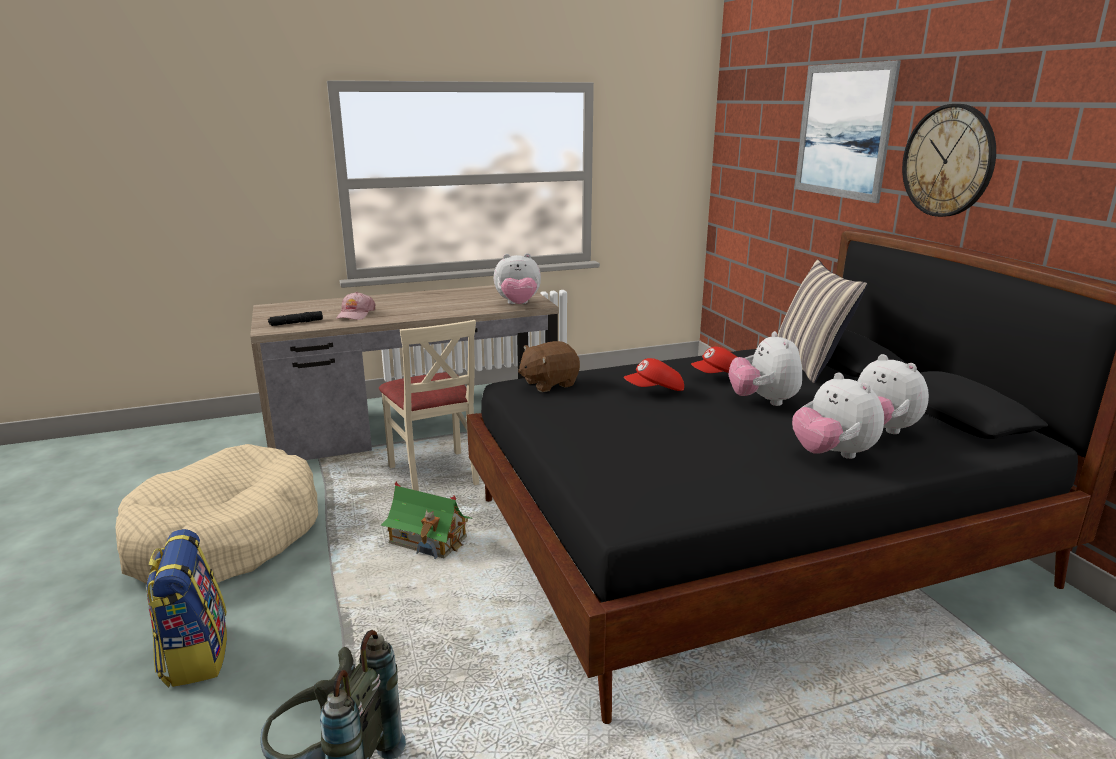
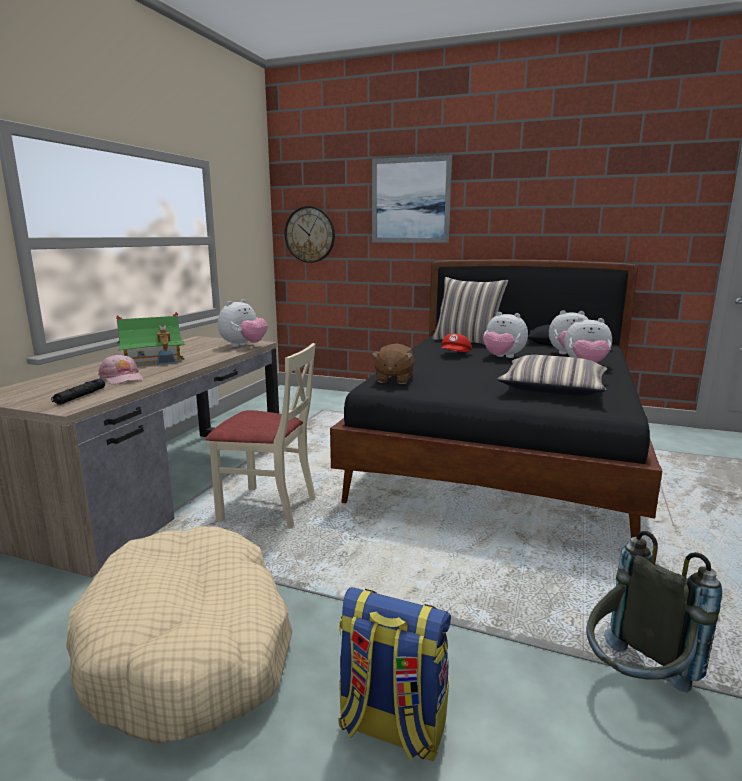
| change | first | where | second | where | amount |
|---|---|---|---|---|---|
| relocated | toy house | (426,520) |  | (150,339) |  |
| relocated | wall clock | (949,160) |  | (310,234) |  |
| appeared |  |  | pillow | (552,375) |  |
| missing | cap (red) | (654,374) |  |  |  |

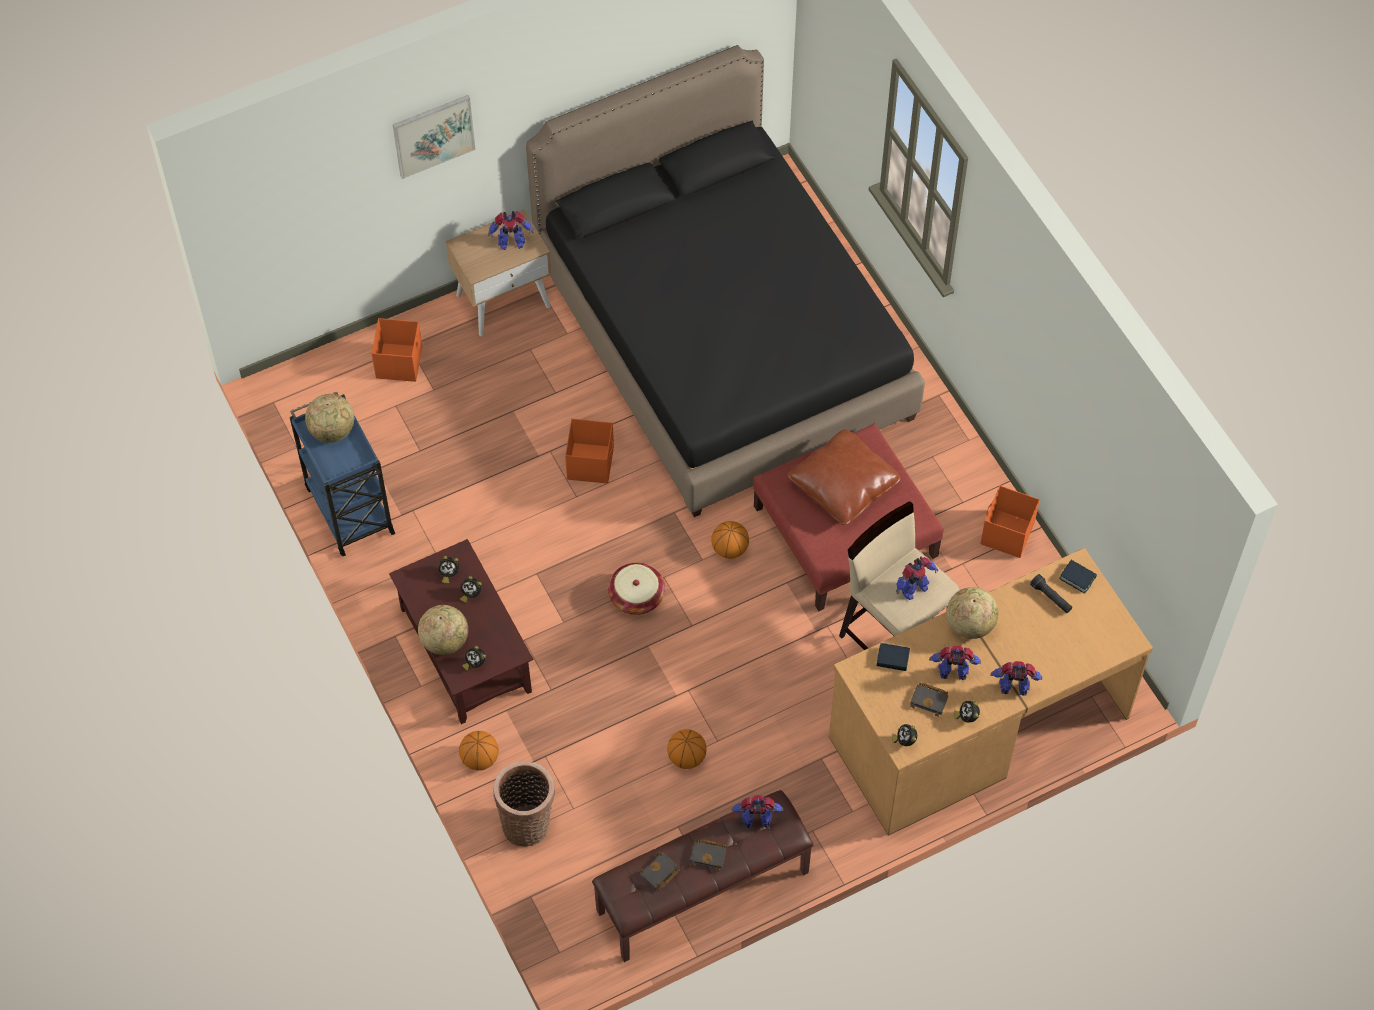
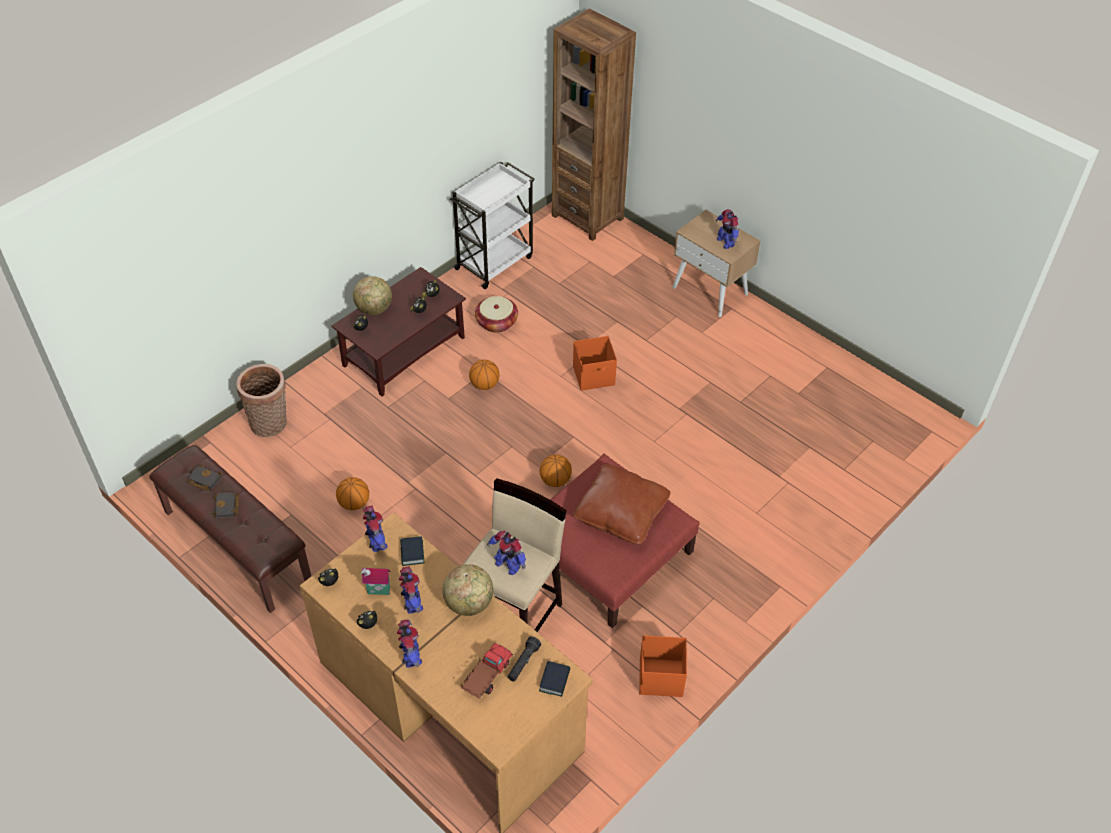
| change | first | where | second | where | amount |
|---|---|---|---|---|---|
| exchanged | book (black) | (929,699) | toy house | (375,581) |  |
| relocated | toy robot | (757,811) |  | (375,528) |  |
| colour | cart (blue) | (343,474) | cart (white) | (492,225) |  |
| appeared |  |  | toy truck | (487,671) |  |
| relocated | basketball | (479,751) |  | (484,375) |  |
| relocated | basket | (636,589) |  | (496,314) |  |
| appeared |  |  | bookcase (brown) | (594,125) |  |
| missing | globe | (329,418) |  |  |  |
| missing | storage box (orange) | (396,350) |  |  |  |
| missing | picture | (434,137) |  |  |  |
| missing | bed (black) | (725,281) |  |  |  |

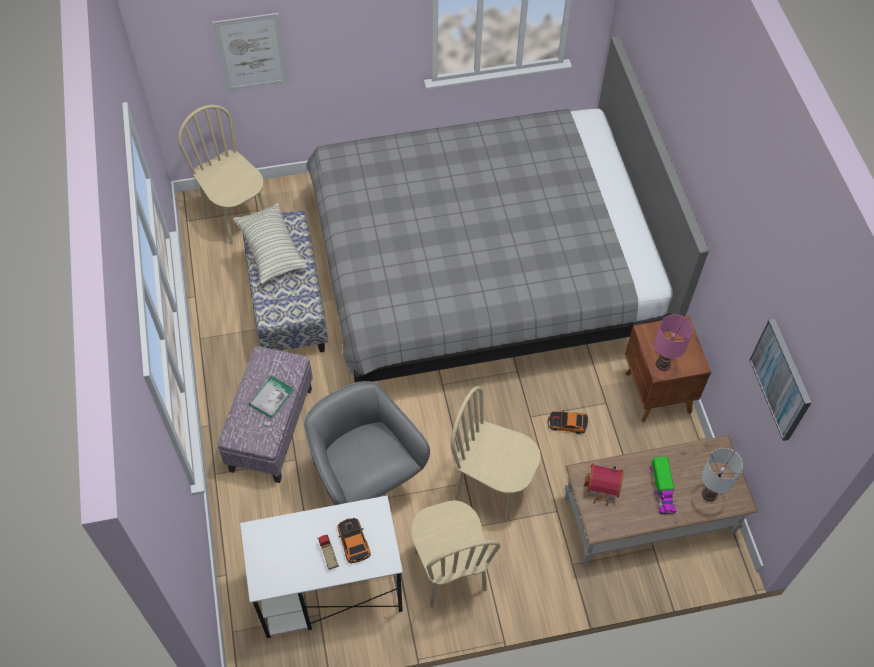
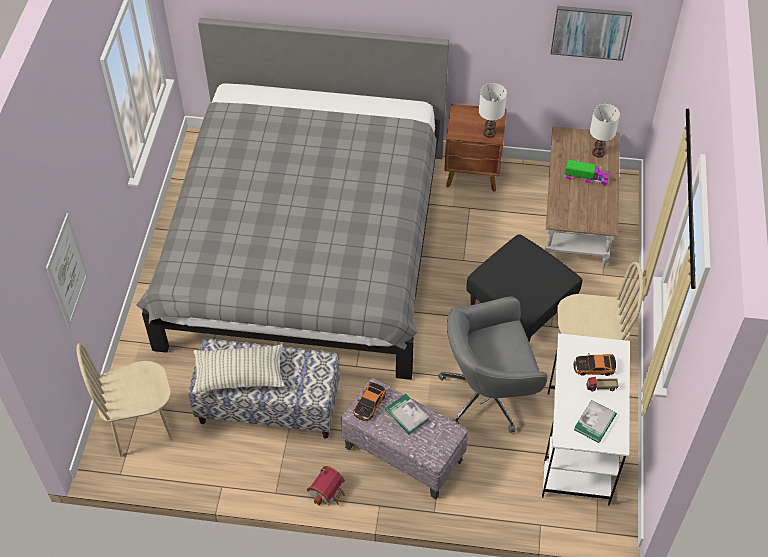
| change | first | where | second | where | amount |
|---|---|---|---|---|---|
| relocated | toy house | (603,485) |  | (326,486) |  |
| relocated | toy car | (568,422) |  | (370,401) |  |
| exchanged | chair (beige) | (496,453) | ottoman (black) | (524,288) |  |
| colour | table lamp (pink) | (673,342) | table lamp (white) | (493,110) |  |
| appeared |  |  | book | (595,421) |  |

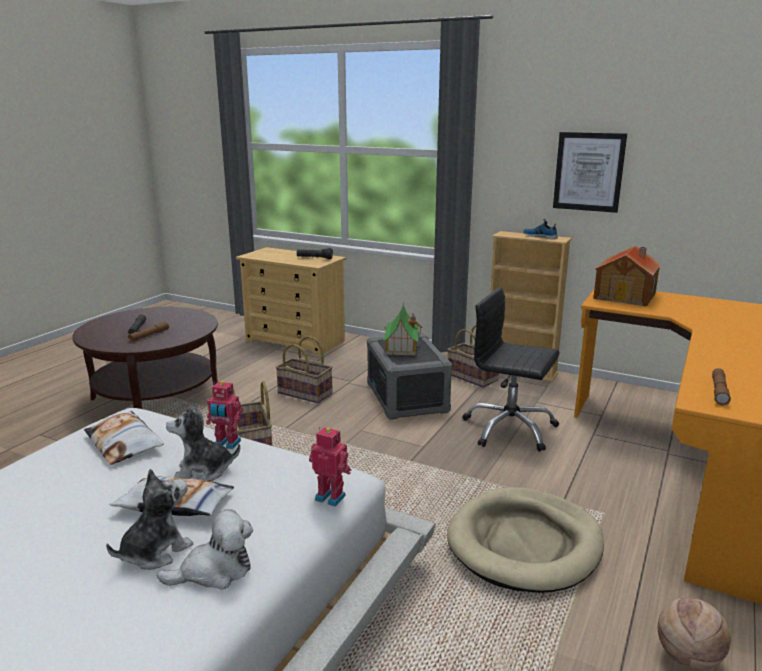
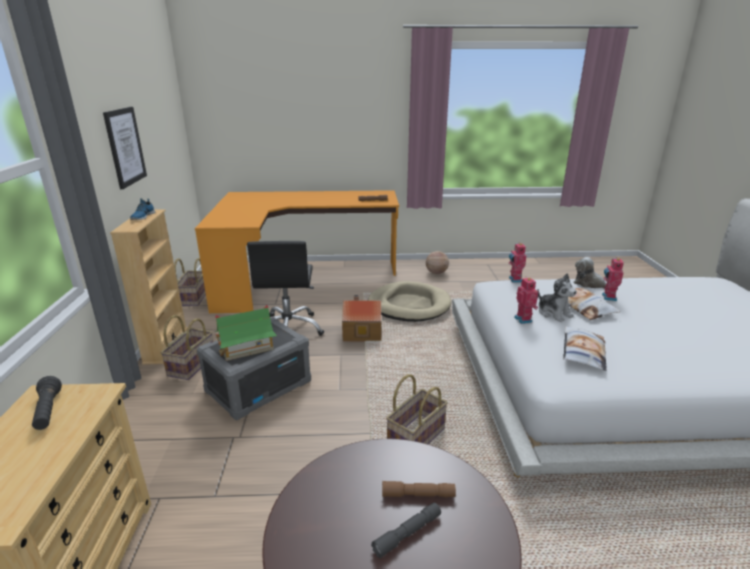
| change | first | where | second | where | amount |
|---|---|---|---|---|---|
| relocated | basket | (304,369) |  | (190,282) |  |
| relocated | toy house | (627,276) |  | (361,318) |  |
| exchanged | plush toy | (149,519) | toy robot | (613,279) |  |

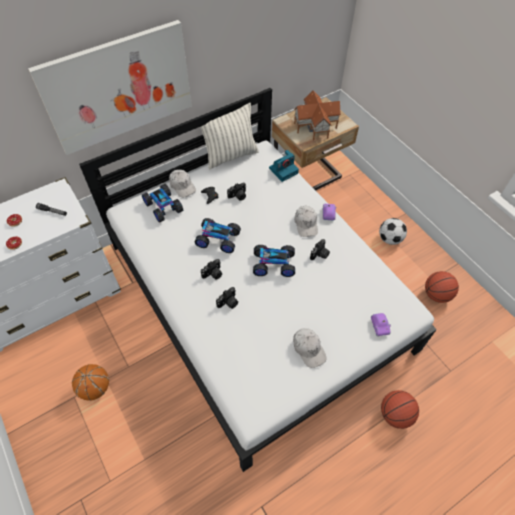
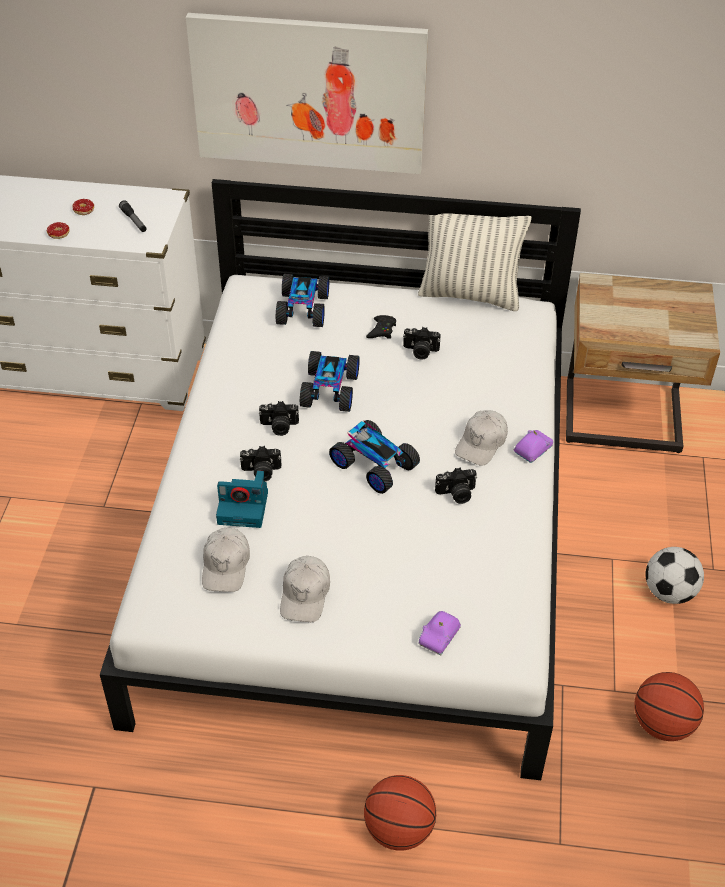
| change | first | where | second | where | amount |
|---|---|---|---|---|---|
| relocated | cap (white) | (182,183) |  | (226,560) |  |
| relocated | photo camera | (284,166) |  | (242,499) |  |
| spun | toy car | (218,235) |  | (330,381) | 135 degrees counterclockwise |
| missing | basketball | (90,382) |  |  |  |
| missing | toy house | (317,115) |  |  |  |

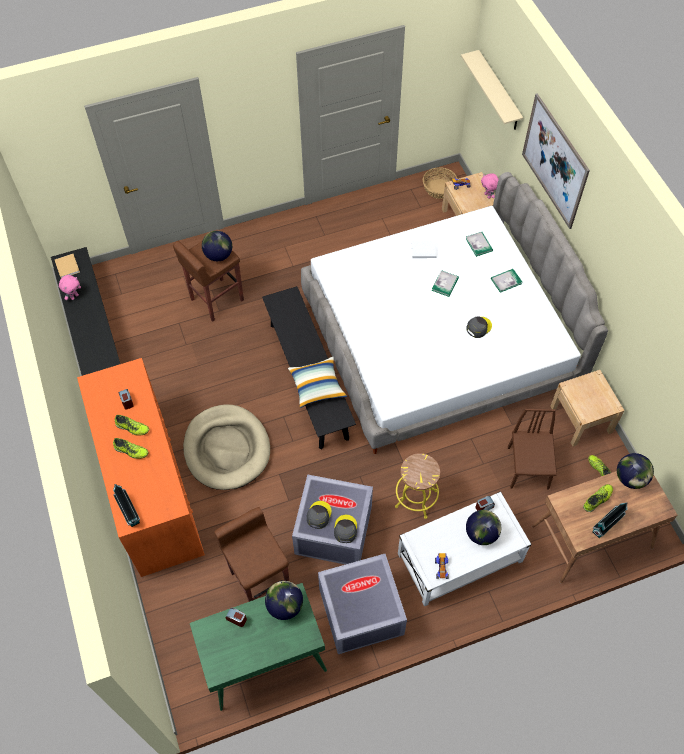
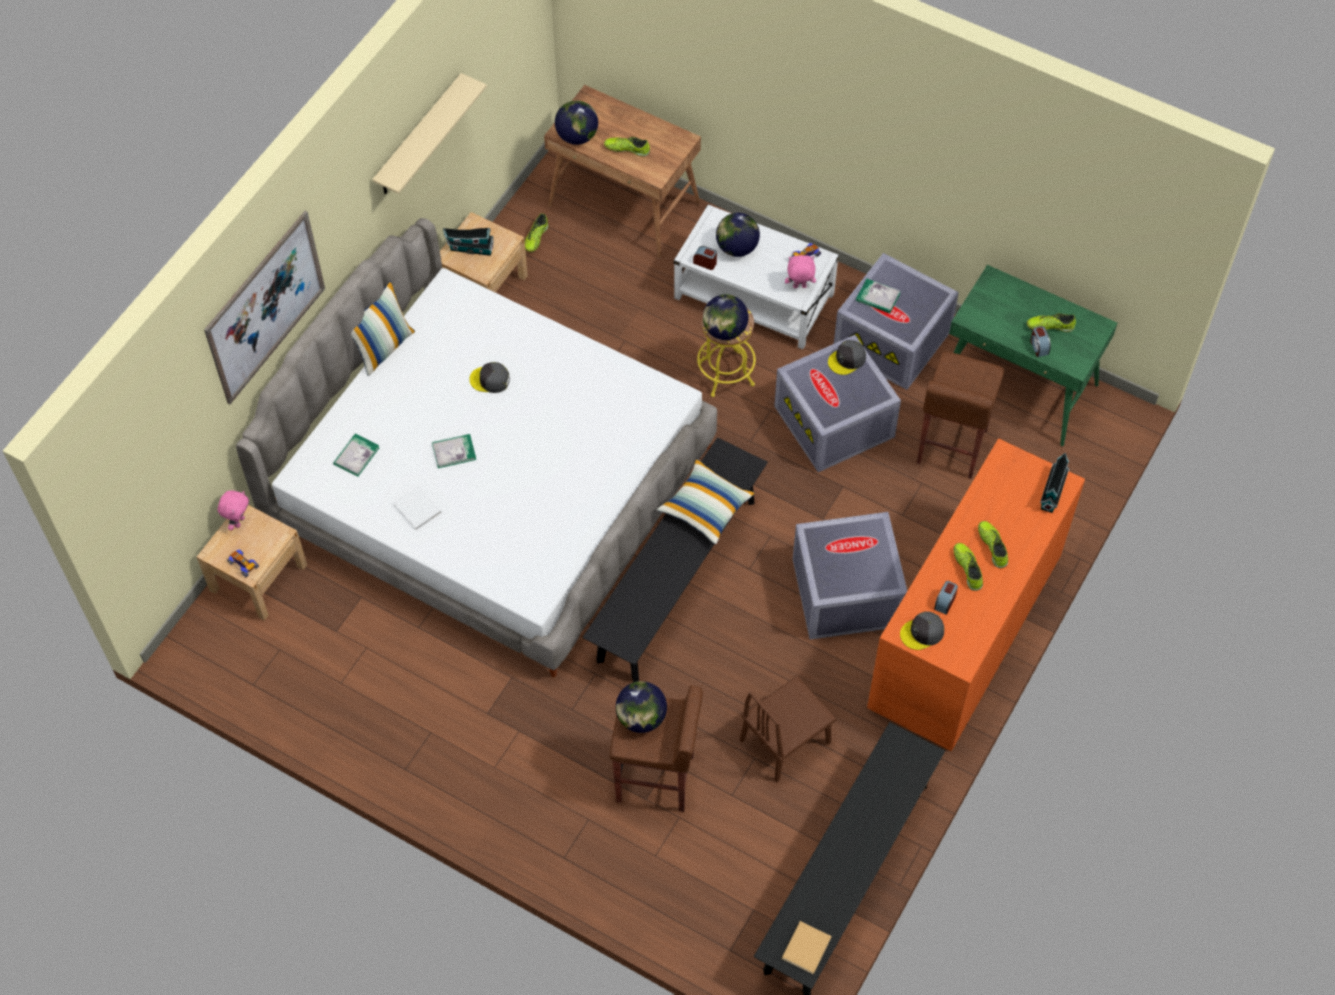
| change | first | where | second | where | amount |
|---|---|---|---|---|---|
| appeared |  |  | pillow | (383,328) |  |
| relocated | shelf (beige) | (492,90) |  | (429,133) |  |
| relocated | toy house | (610,520) |  | (468,242) |  |
| relocated | globe | (284,600) |  | (725,317) |  |
| relocated | chair (brown) | (532,449) |  | (788,729) |  |
| relocated | plush toy (pink) | (70,287) |  | (800,271) |  |
| exchanged | dog bed (beige) | (226,447) | storage box (grey) | (850,576) |  |
| relocated | book | (506,281) |  | (878,296) |  |
| relocated | cap (grey) | (319,515) |  | (922,631) |  |
| appeared |  |  | shoe | (1051,322) |  |
| missing | basket | (440,183) |  |  |  |

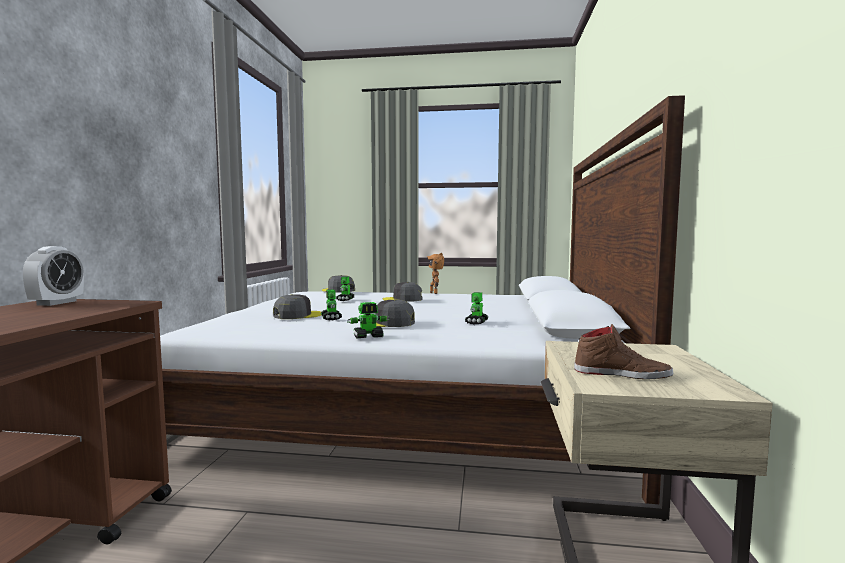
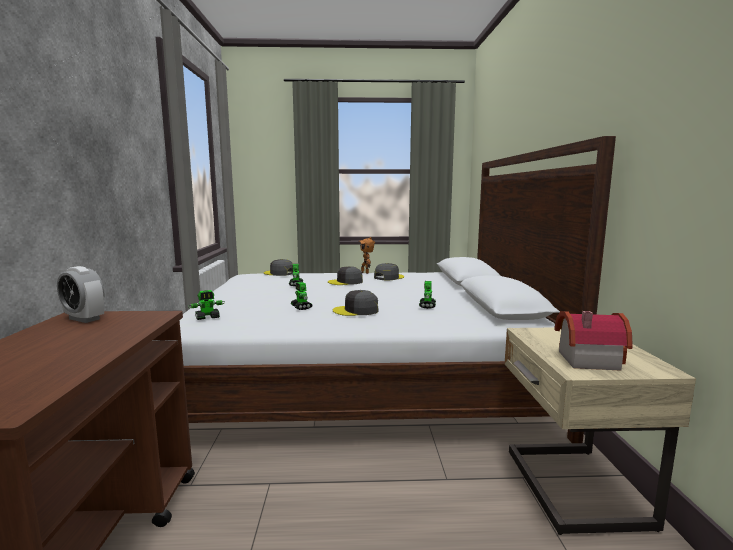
| change | first | where | second | where | amount |
|---|---|---|---|---|---|
| spun | alarm clock | (53,276) |  | (80,294) | 120 degrees clockwise |
| relocated | toy robot | (368,320) |  | (207,305) |  |
| relocated | cap (grey) | (297,306) |  | (389,271) |  |
| exchanged | shoe (brown) | (623,351) | toy house | (593,341) |  |

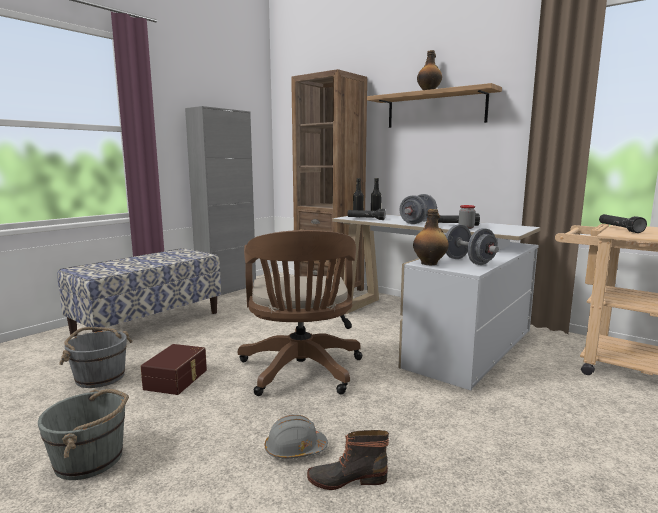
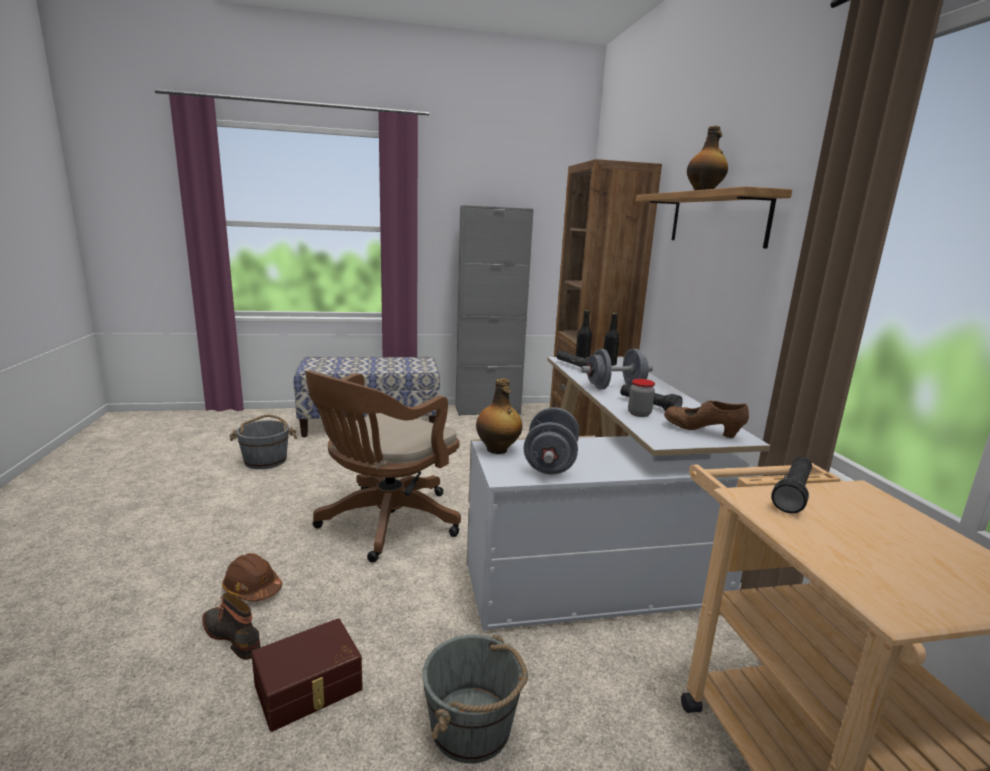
| change | first | where | second | where | amount |
|---|---|---|---|---|---|
| colour | hard hat (grey) | (296,437) | hard hat (brown) | (252,577) |  |
| relocated | storage box (brown) | (174,369) |  | (307,675) |  |
| relocated | bucket (grey) | (83,434) |  | (475,699) |  |
| appeared |  |  | shoe (brown) | (706,419) |  |

